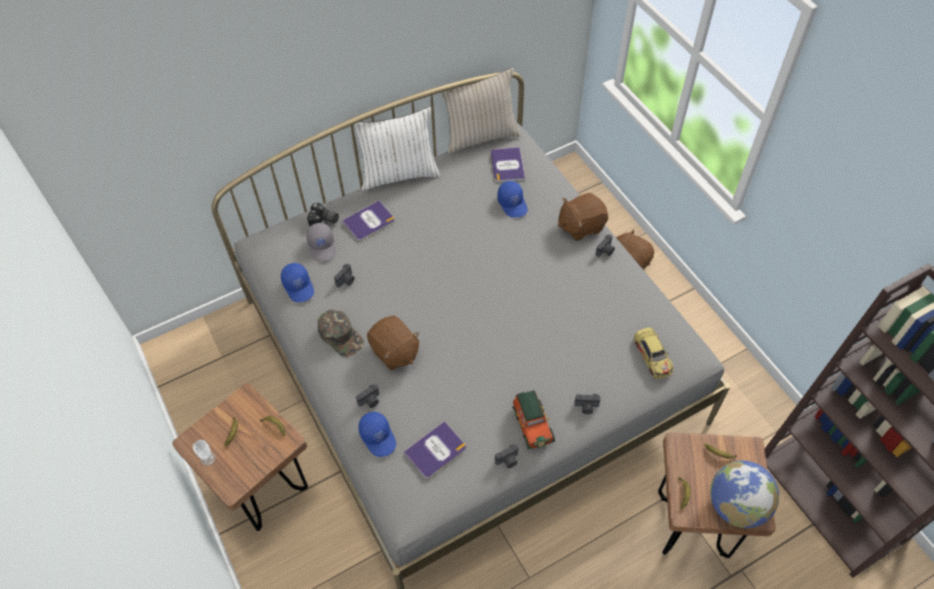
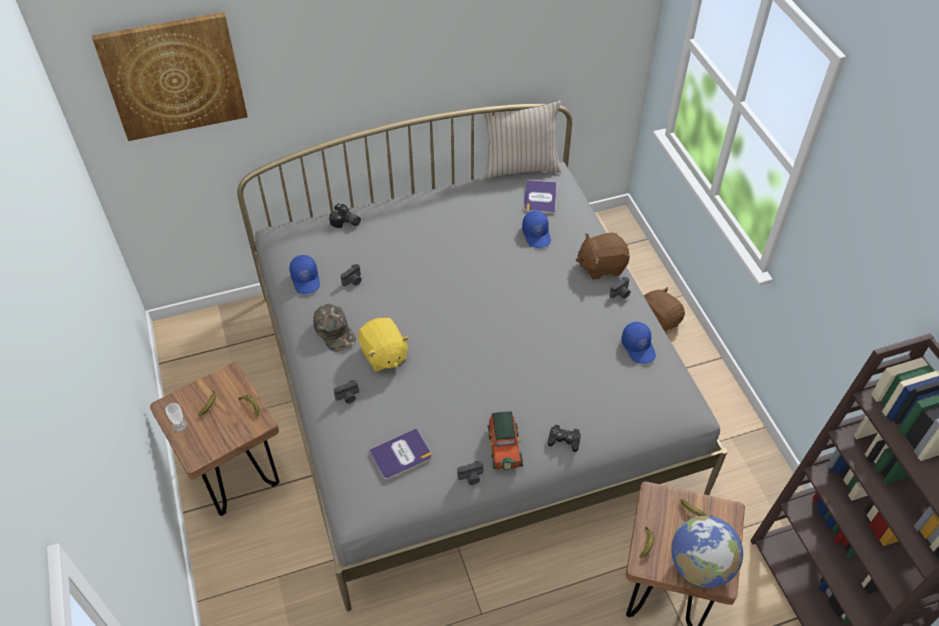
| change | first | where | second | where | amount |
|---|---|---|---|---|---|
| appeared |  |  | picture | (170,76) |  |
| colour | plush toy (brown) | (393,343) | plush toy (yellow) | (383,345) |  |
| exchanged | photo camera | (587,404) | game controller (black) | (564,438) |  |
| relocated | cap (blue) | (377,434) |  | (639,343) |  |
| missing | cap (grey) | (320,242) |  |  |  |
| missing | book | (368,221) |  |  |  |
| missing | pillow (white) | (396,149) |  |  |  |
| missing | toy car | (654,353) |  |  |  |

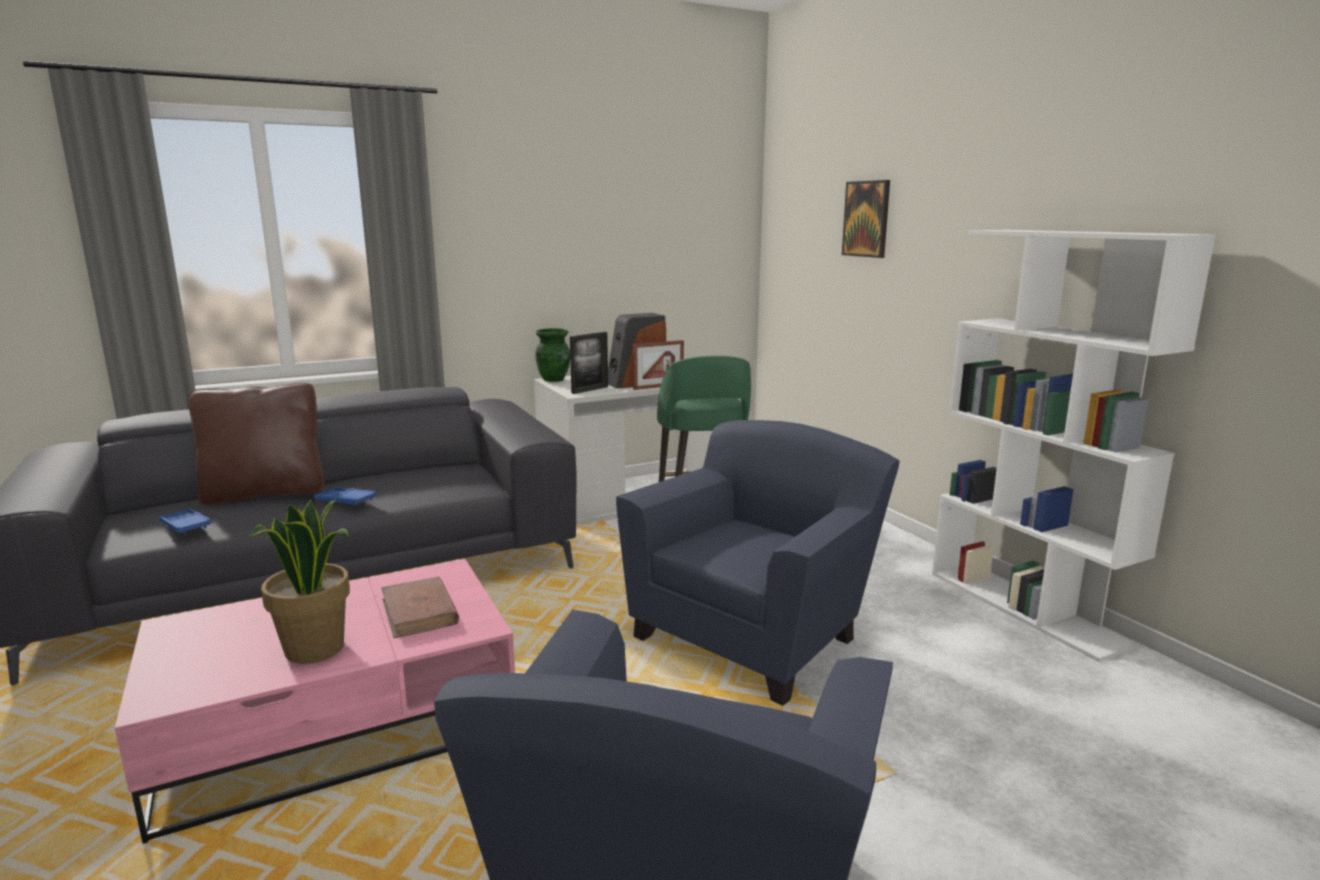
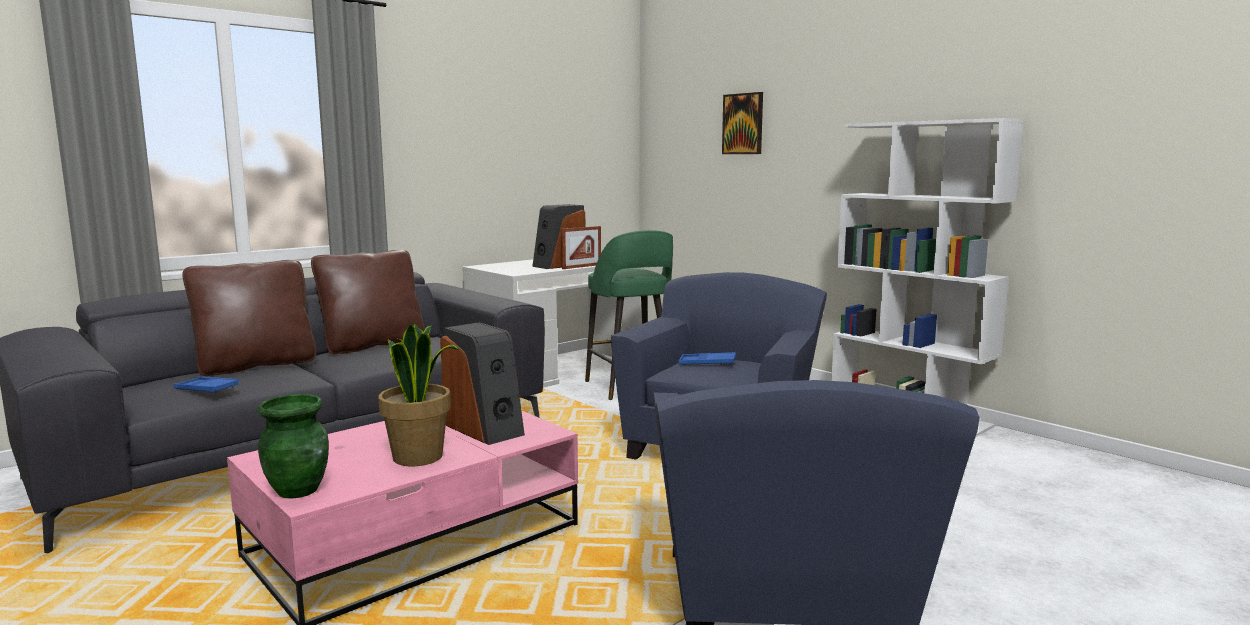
| change | first | where | second | where | amount |
|---|---|---|---|---|---|
| relocated | vase (green) | (552,355) |  | (293,446) |  |
| appeared |  |  | pillow (brown) | (368,302) |  |
| exchanged | book (brown) | (420,607) | speaker | (482,383) |  |
| relocated | tray (blue) | (345,496) |  | (707,358) |  |
| missing | picture frame | (589,363) |  |  |  |

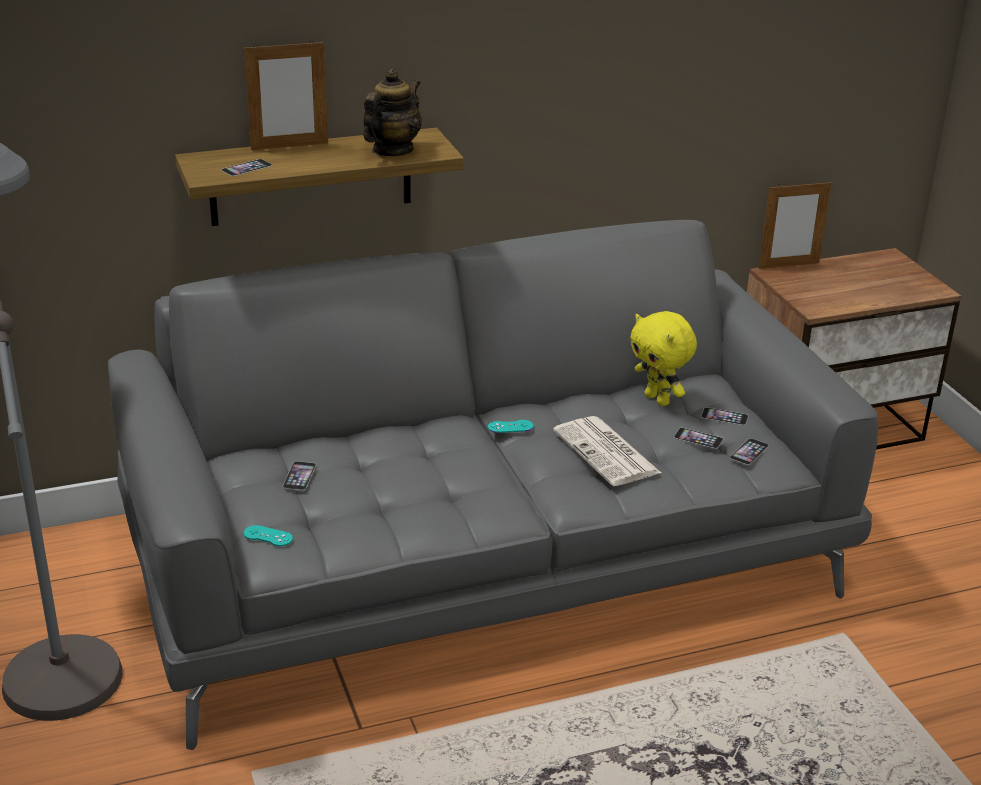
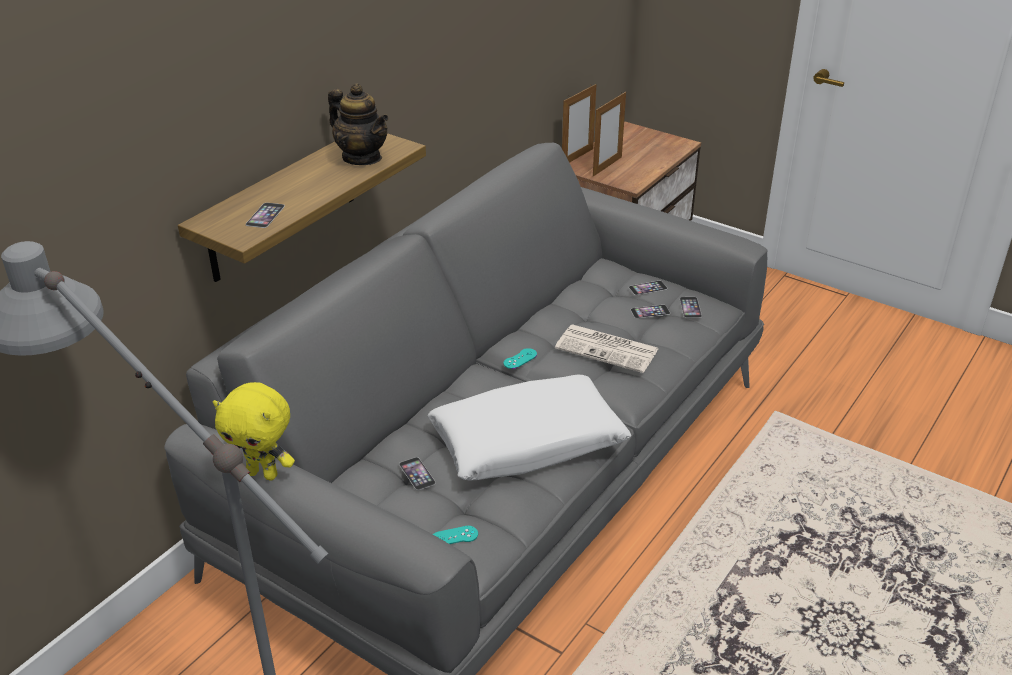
| change | first | where | second | where | amount |
|---|---|---|---|---|---|
| relocated | plush toy (yellow) | (663,358) |  | (254,431) |  |
| spun | teapot | (392,112) |  | (358,124) | 135 degrees clockwise |
| appeared |  |  | pillow (white) | (529,428) |  |
| relocated | picture frame | (286,94) |  | (609,134) |  |

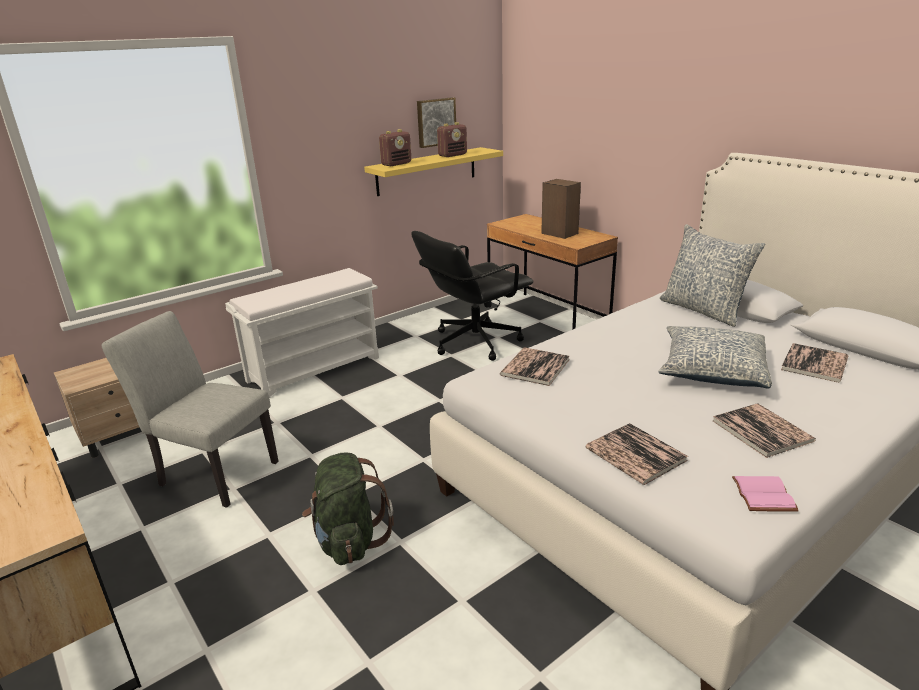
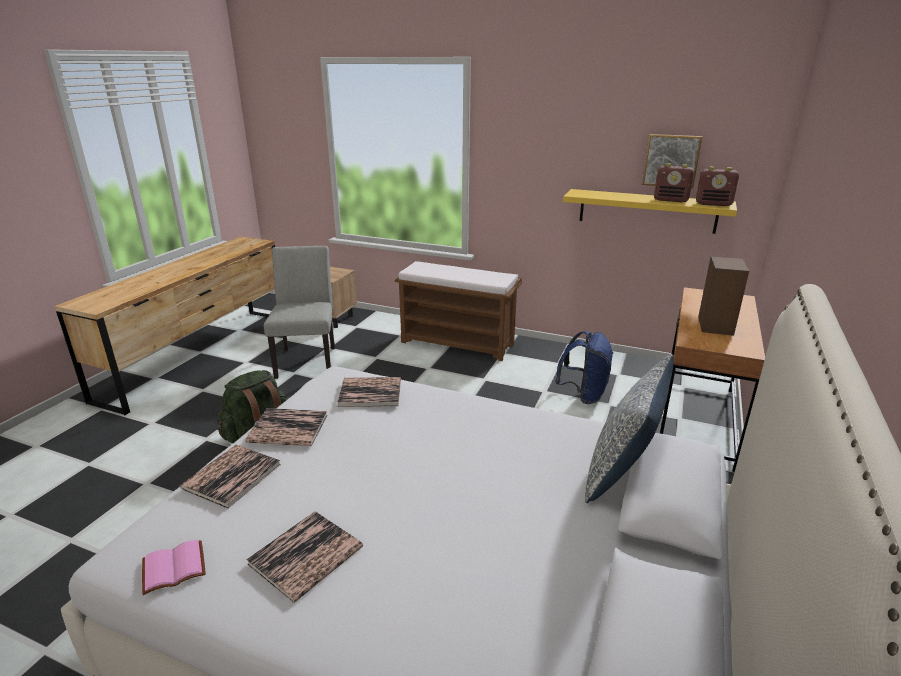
| change | first | where | second | where | amount |
|---|---|---|---|---|---|
| relocated | book | (814,363) |  | (286,427) |  |
| colour | bench (white) | (302,333) | bench (brown) | (458,311) |  |
| exchanged | office chair (black) | (472,296) | backpack (blue) | (584,367) |  |
| relocated | radio | (395,147) |  | (717,186) |  |
| missing | pillow | (715,357) |  |  |  |

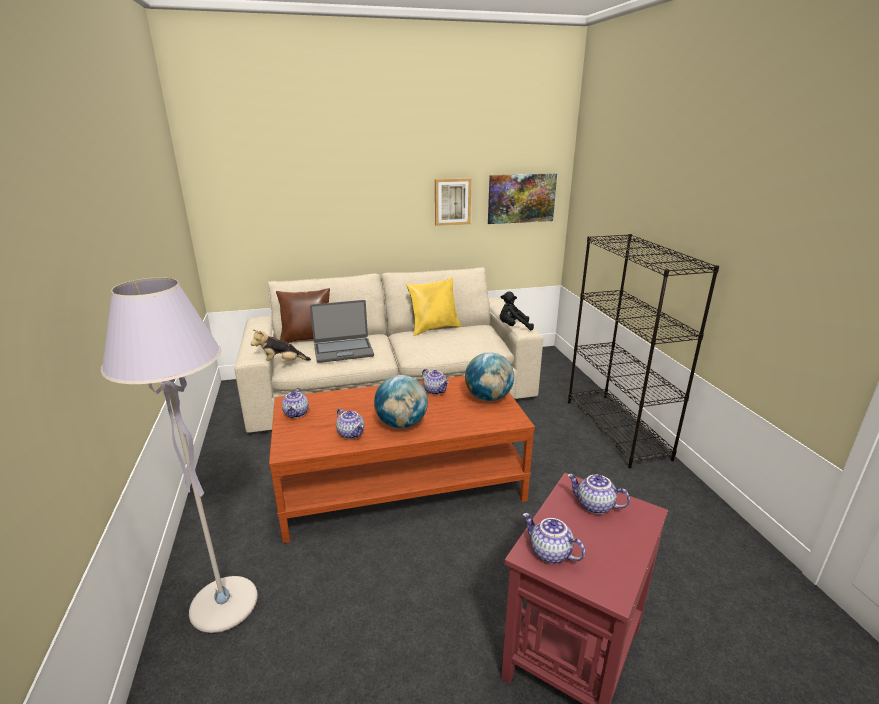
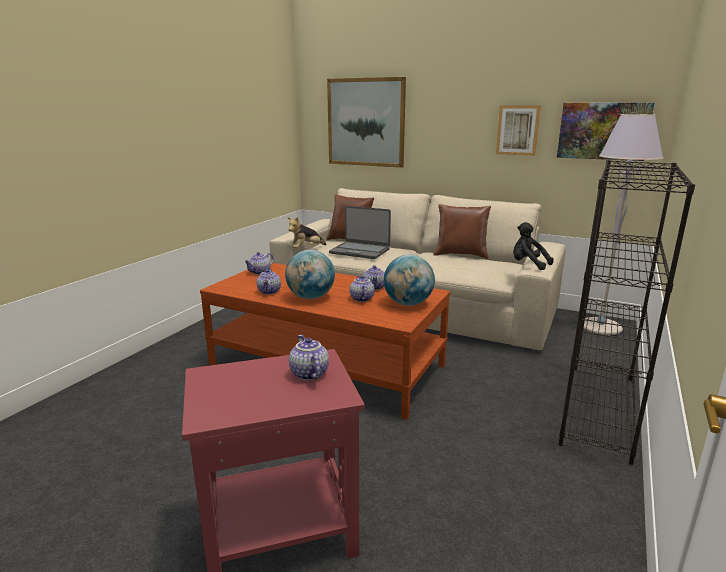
| change | first | where | second | where | amount |
|---|---|---|---|---|---|
| spun | plush toy | (281,345) |  | (307,232) | 60 degrees counterclockwise |
| appeared |  |  | picture | (366,122) |  |
| relocated | teapot | (554,538) |  | (362,289) |  |
| colour | pillow (yellow) | (433,307) | pillow (brown) | (462,231) |  |
| relocated | floor lamp (grey) | (179,455) |  | (623,224) |  |

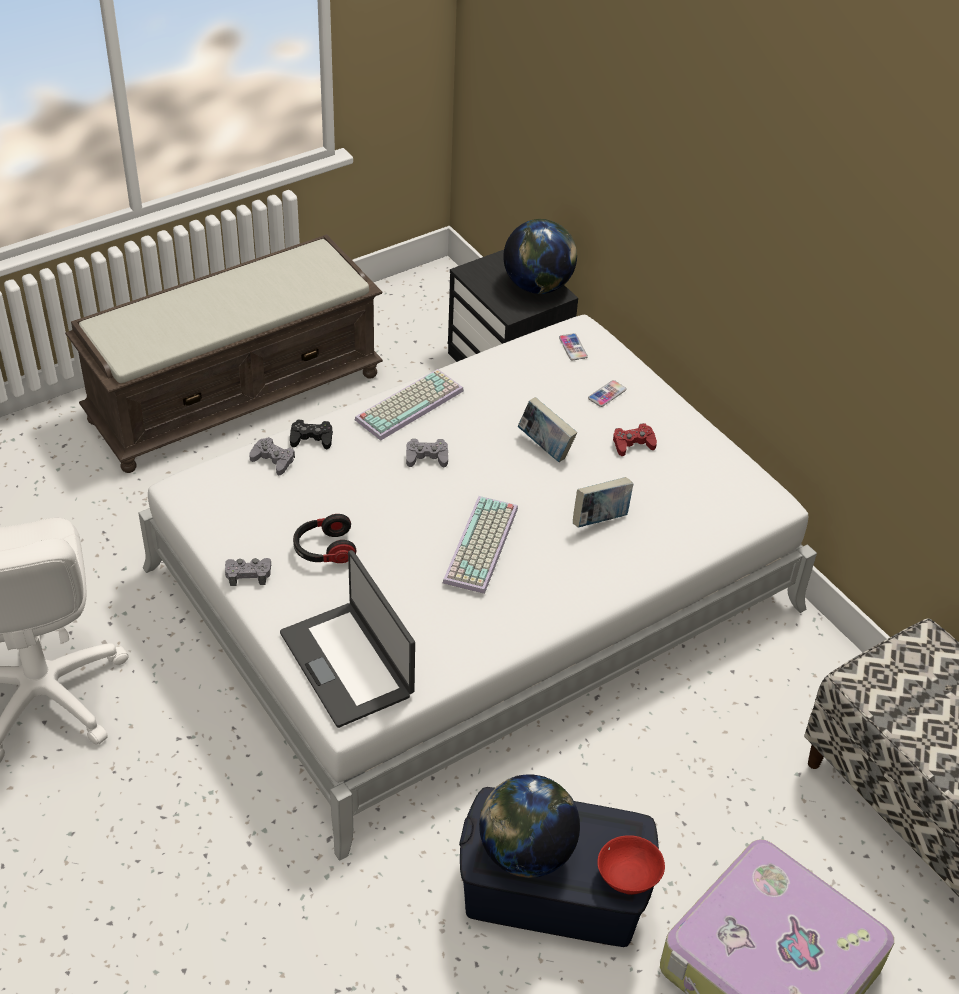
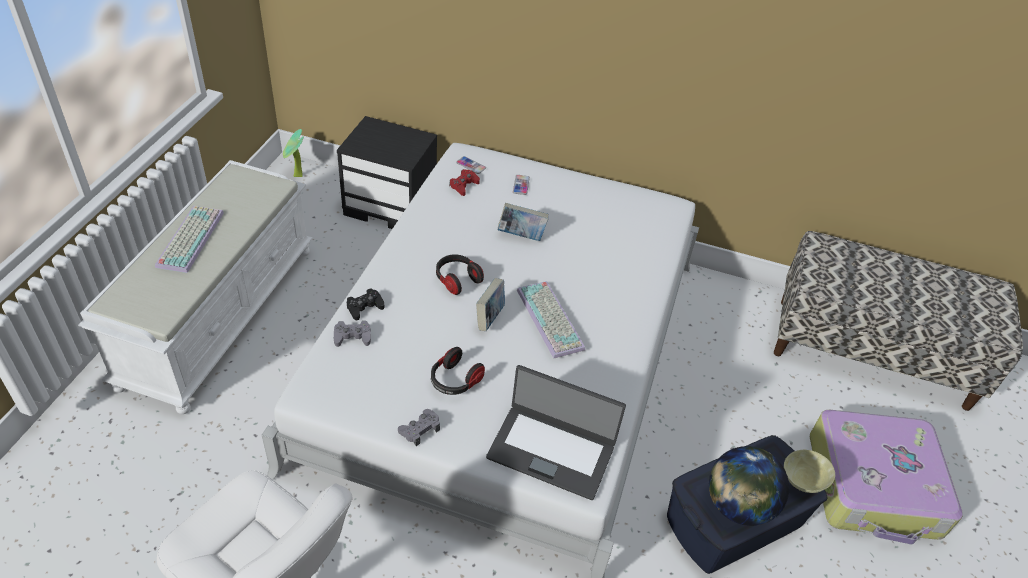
| change | first | where | second | where | amount |
|---|---|---|---|---|---|
| colour | bench (brown) | (224,353) | bench (white) | (195,287) |  |
| relocated | keyboard | (409,405) |  | (189,239) |  |
| appeared |  |  | potted plant | (293,153) |  |
| exchanged | game controller (grey) | (427,453) | headphones | (460,274) |  |
| relocated | game controller (red) | (635,439) |  | (464,182) |  |
| relocated | book | (603,502) |  | (490,304) |  |
| colour | bowl (red) | (631,865) | bowl (beige) | (809,471) |  |
| missing | globe | (540,256) |  |  |  |

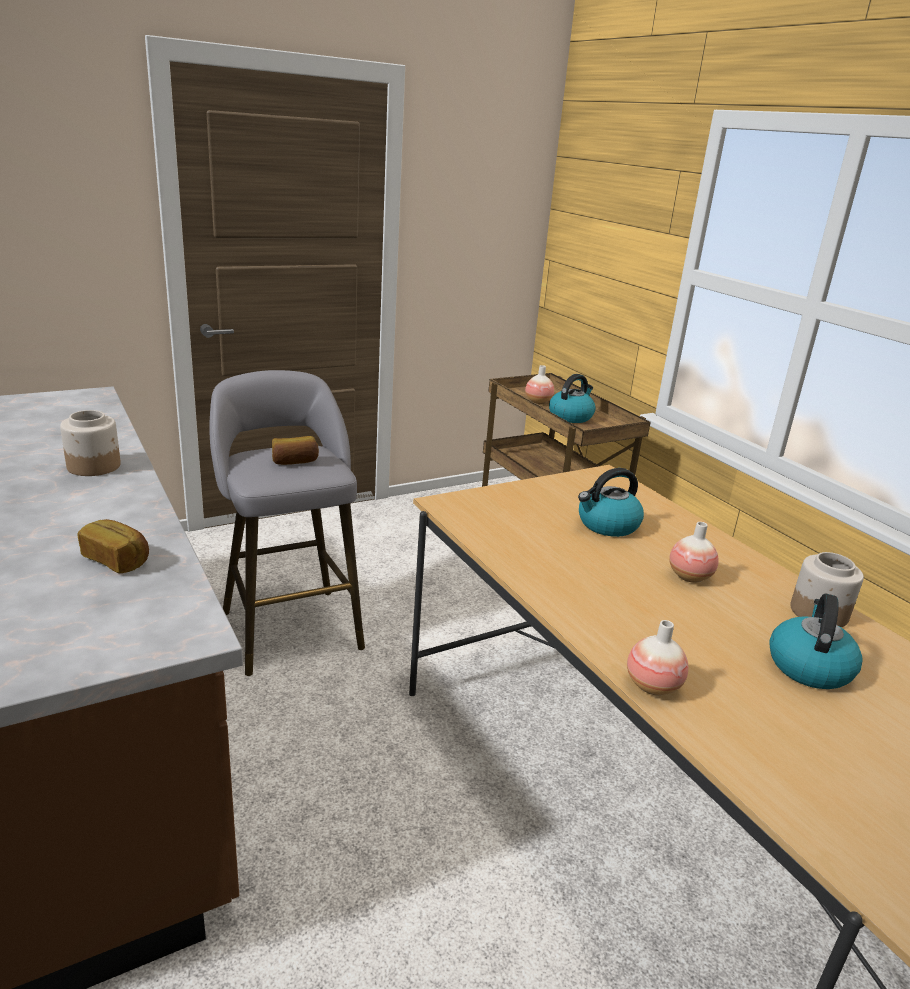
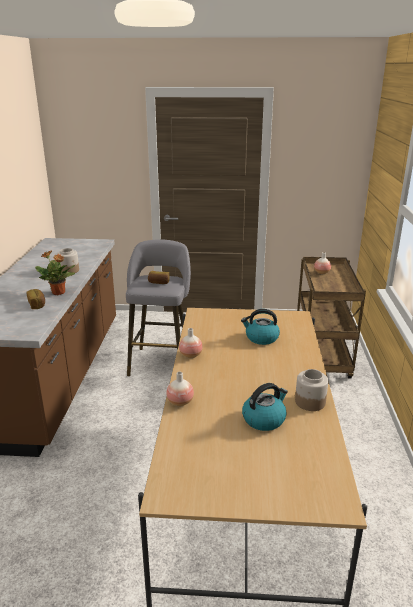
| change | first | where | second | where | amount |
|---|---|---|---|---|---|
| appeared |  |  | potted plant | (55,273) |  |
| relocated | vase | (694,552) |  | (191,343) |  |
| missing | kettle | (572,398) |  |  |  |

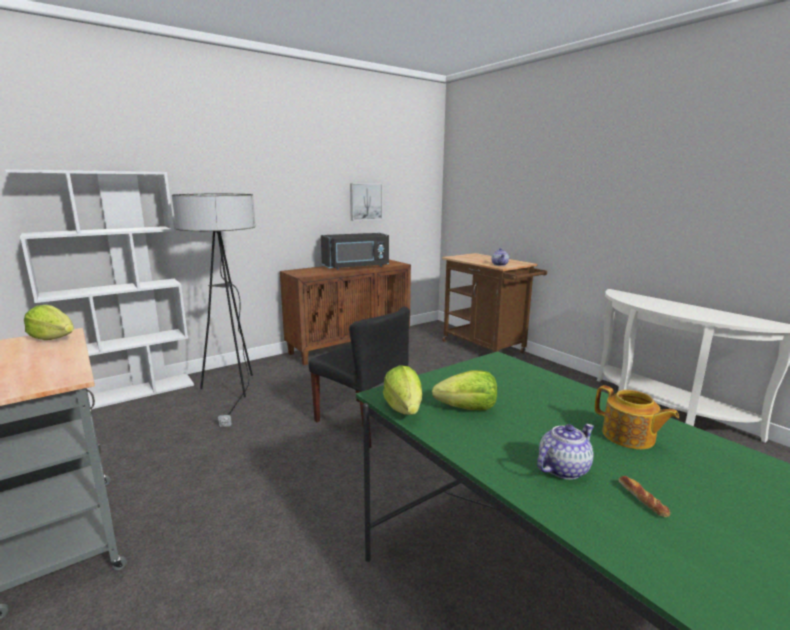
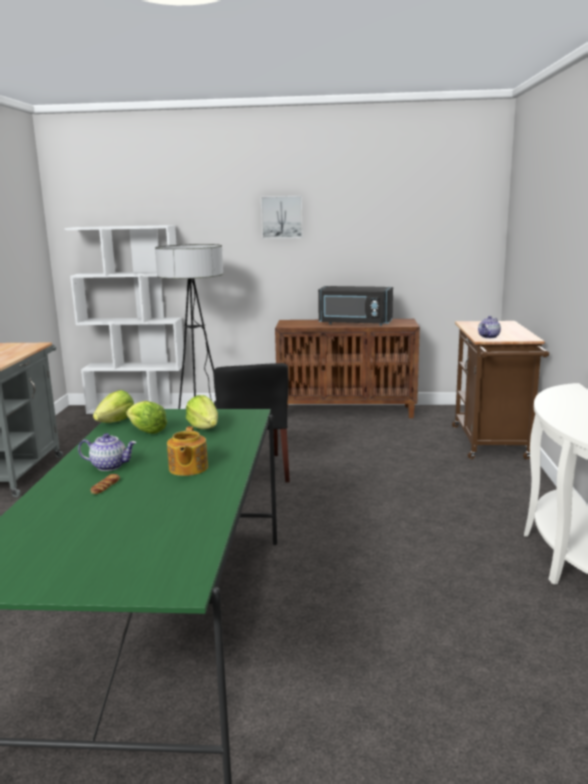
| change | first | where | second | where | amount |
|---|---|---|---|---|---|
| relocated | lettuce | (49,322) |  | (202,412) |  |
| relocated | picture | (366,202) |  | (282,217) |  |

